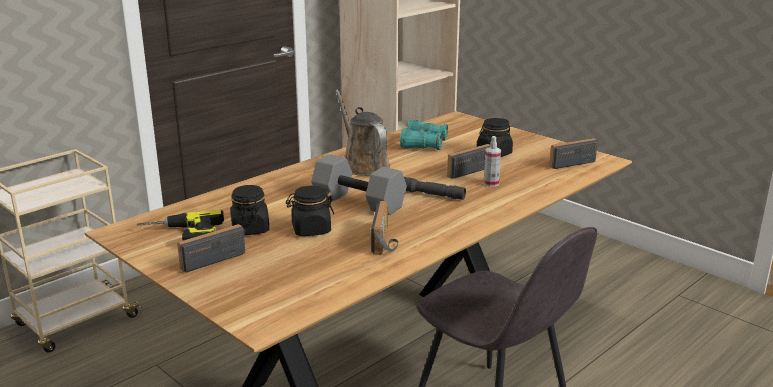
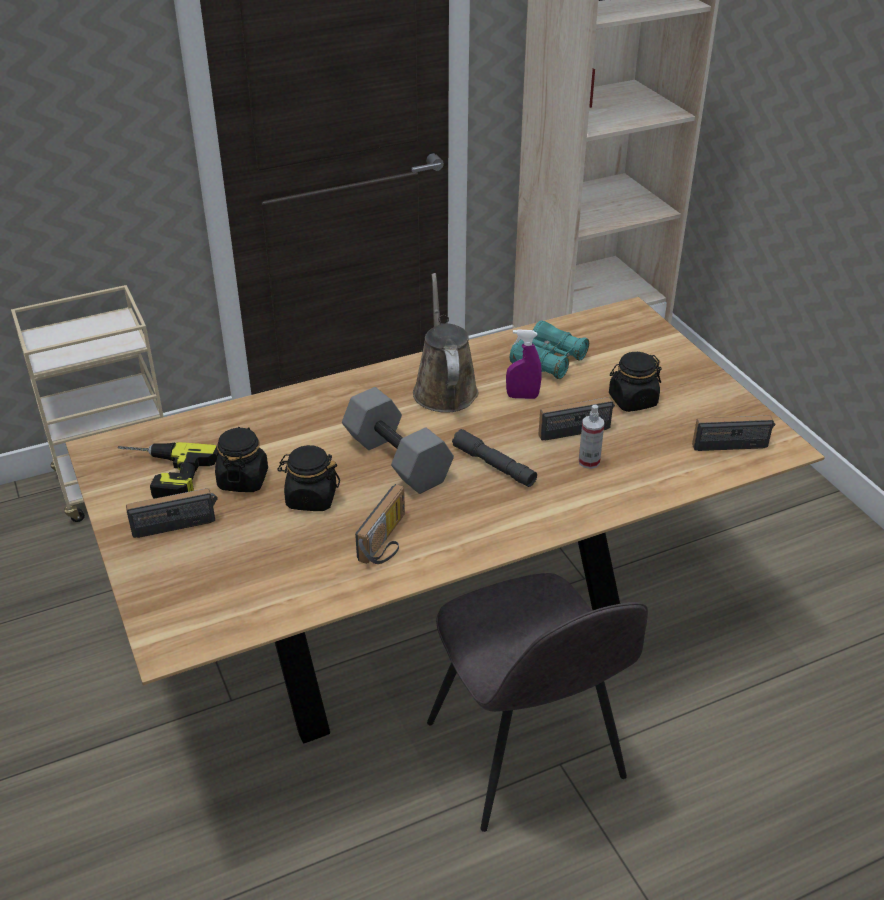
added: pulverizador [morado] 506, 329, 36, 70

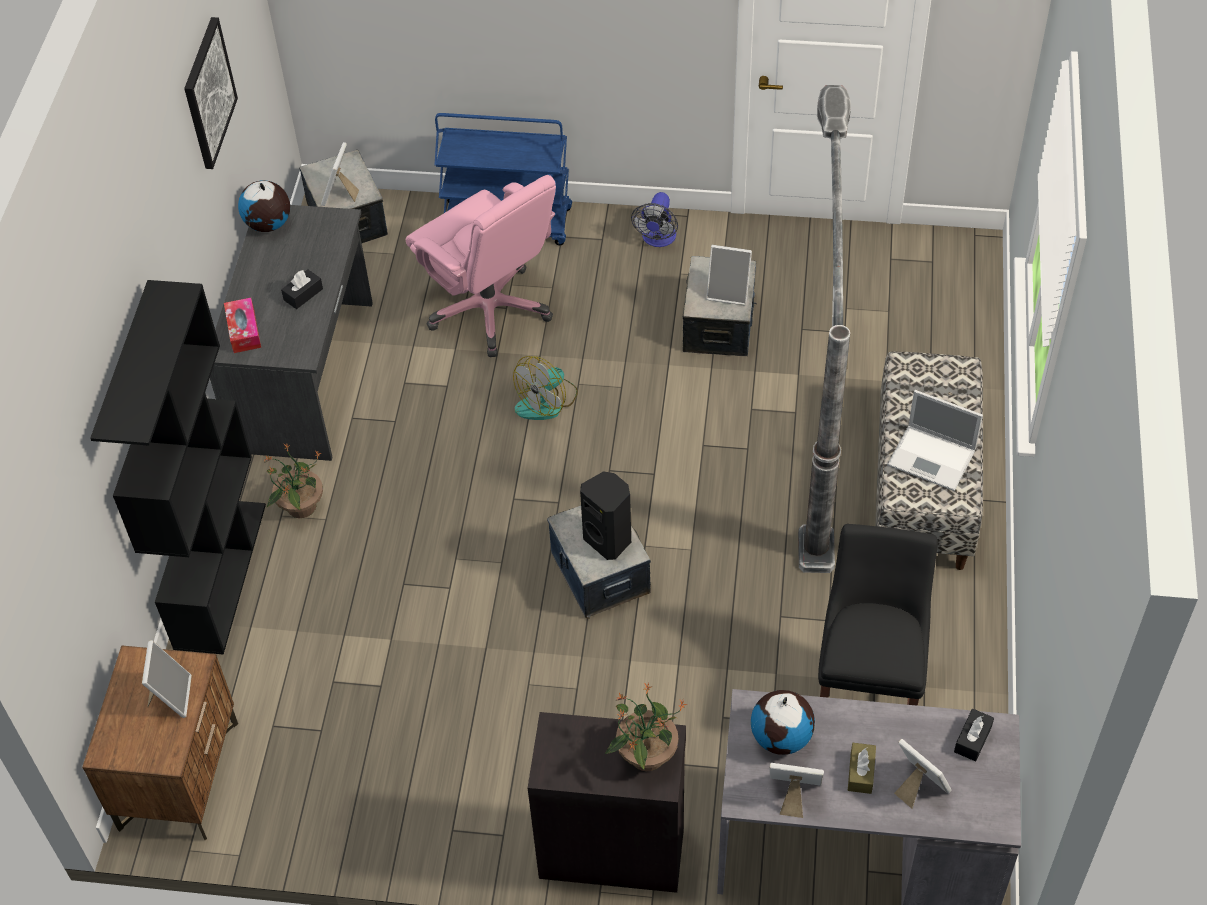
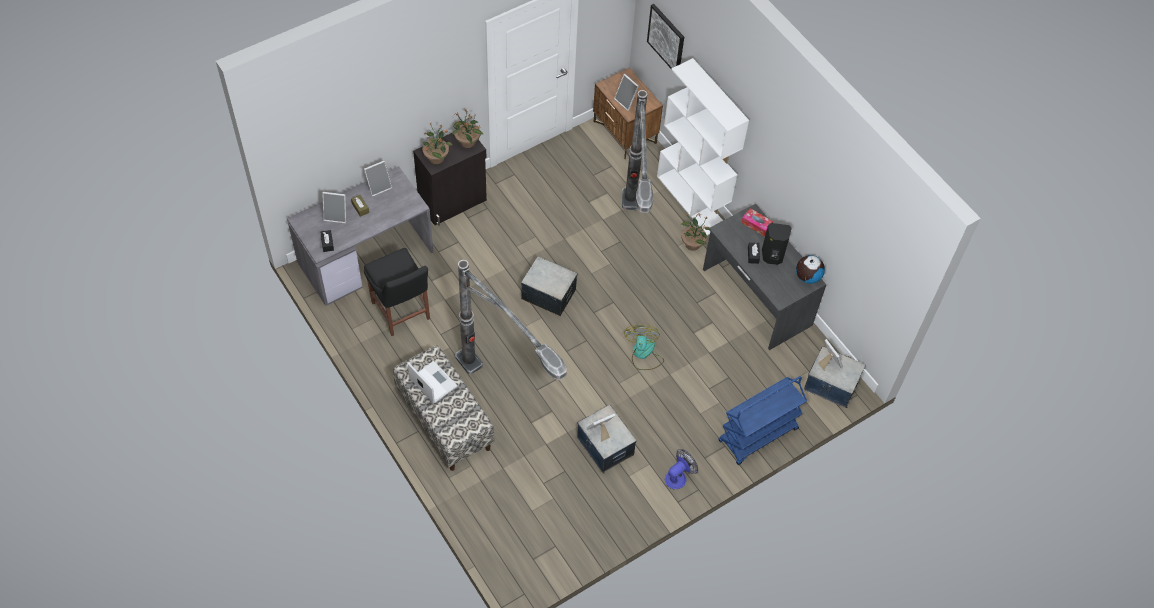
removed: silla de oficina [rosa] 406, 175, 150, 182; globo terráqueo 751, 690, 64, 65
added: planta en maceta 452, 108, 31, 40; lámpara de pie 622, 90, 31, 123
moved: cuadro 185, 17, 53, 152 to 647, 4, 37, 65; altavoz [negro] 580, 472, 51, 88 to 762, 223, 30, 42
recoloured: estantería [negro] 90, 280, 176, 375 to estantería [blanco] 657, 58, 92, 178
turned: ventilador 631, 192, 47, 55 = 665, 449, 33, 40 75 degrees clockwise; portátil 887, 390, 96, 101 = 408, 361, 50, 42 60 degrees clockwise

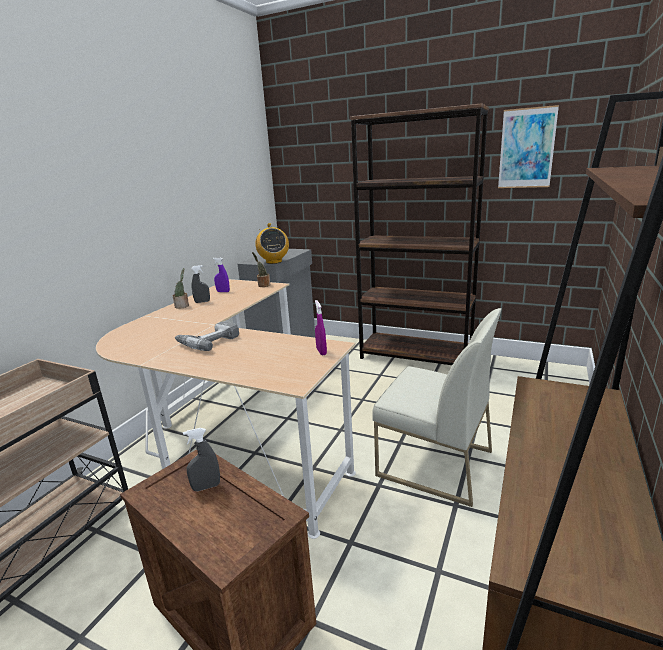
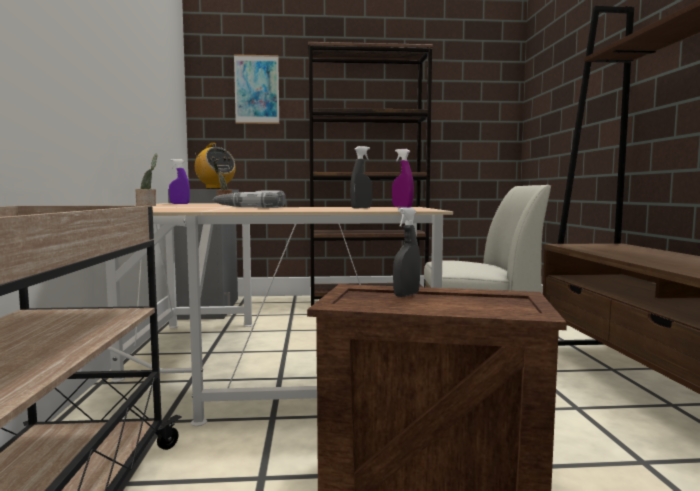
moved: pulverizador [gris] 191, 265, 19, 38 to 350, 146, 23, 62; cuadro 498, 105, 61, 83 to 234, 54, 45, 70

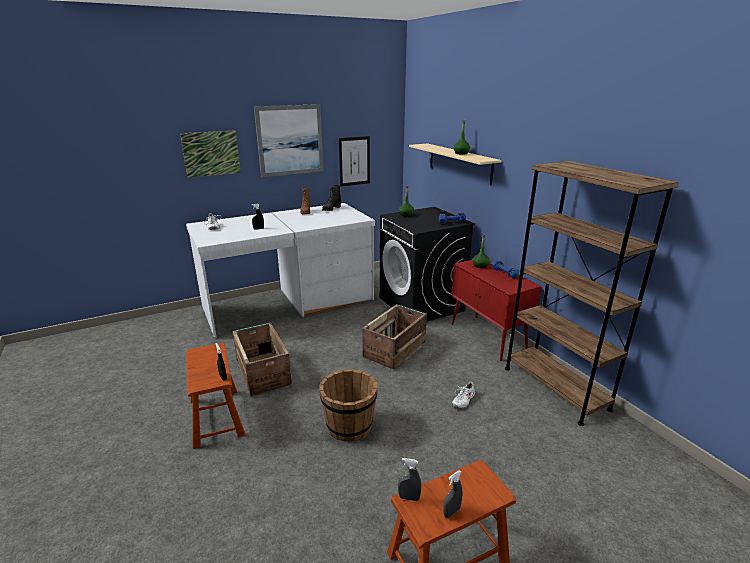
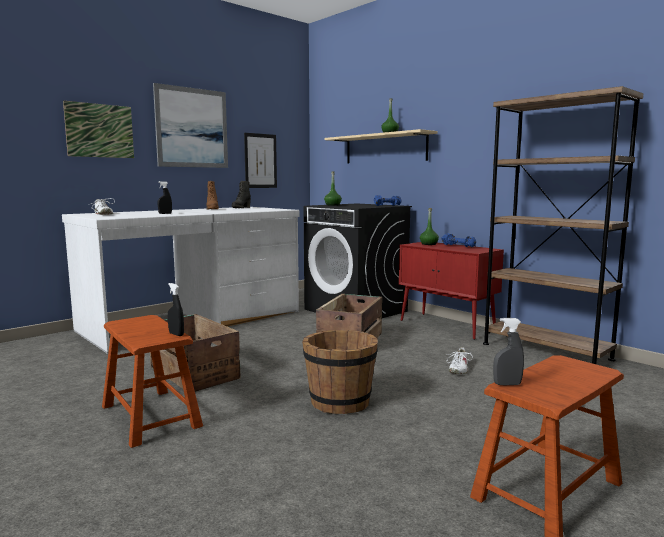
removed: pulverizador [gris] 443, 470, 20, 48

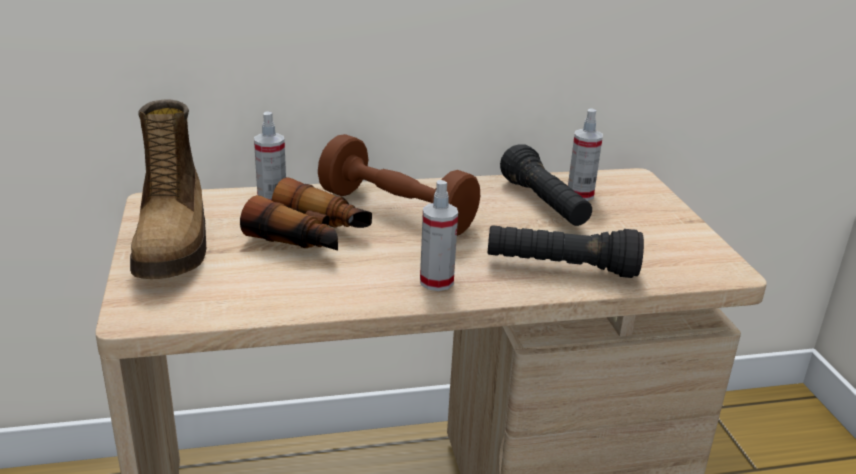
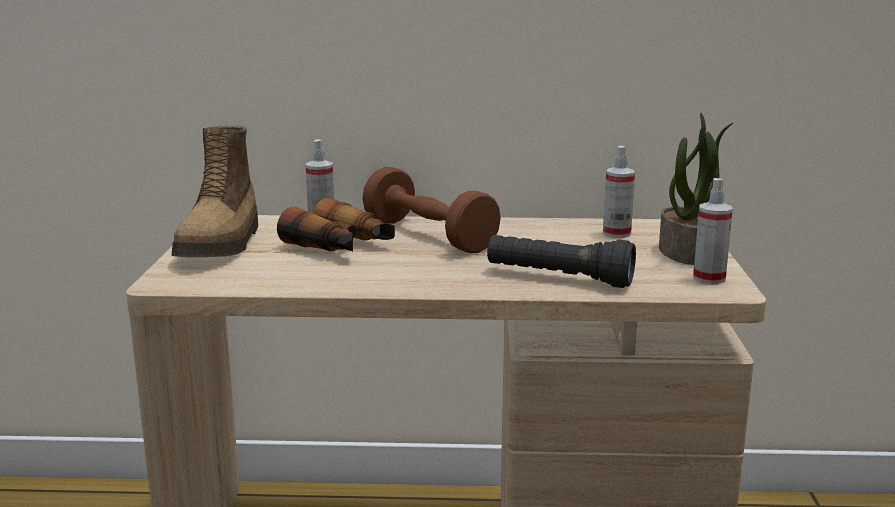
removed: linterna [negro] 500, 144, 92, 82
added: planta en maceta 659, 112, 74, 153
moved: pulverizador 420, 180, 38, 111 to 693, 178, 40, 106

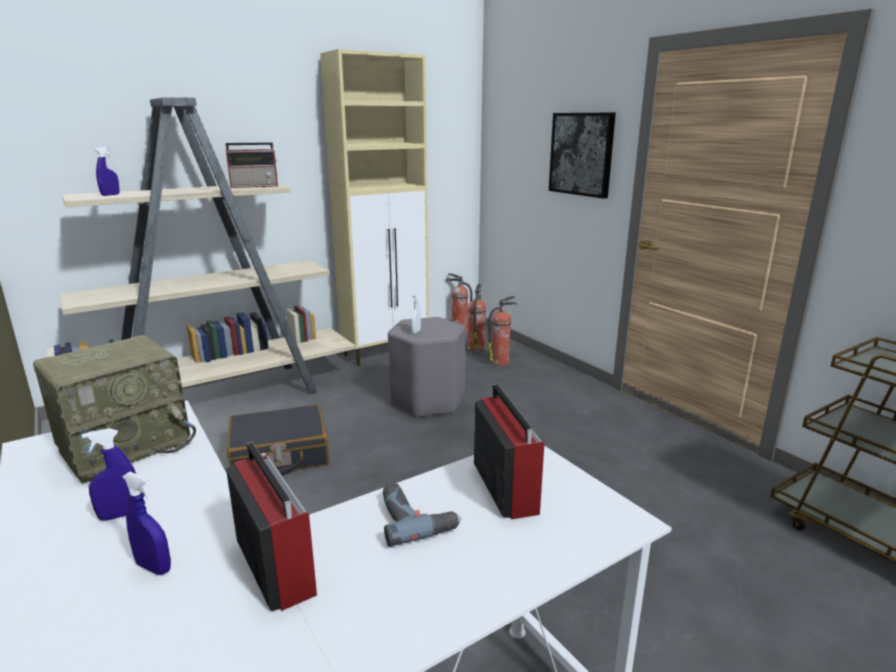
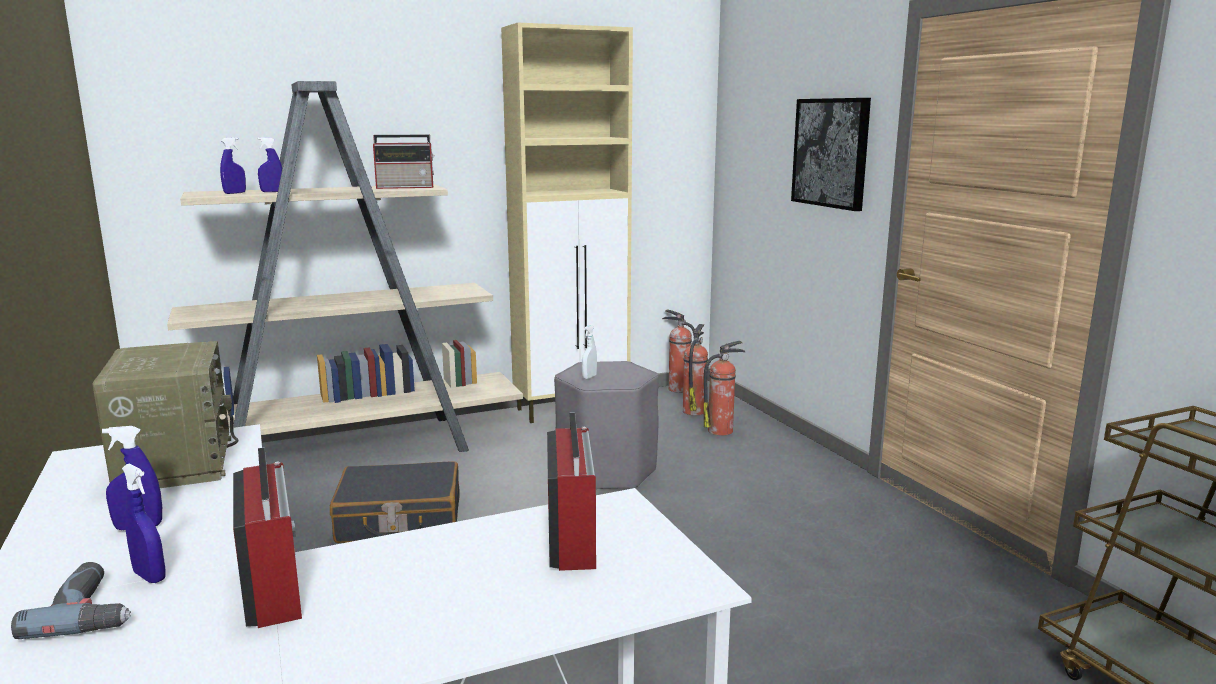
added: pulverizador [azul] 257, 137, 25, 55
moved: taladro 383, 483, 78, 64 to 11, 562, 120, 77
turned: radio 33, 335, 163, 149 = 92, 341, 147, 147 75 degrees counterclockwise

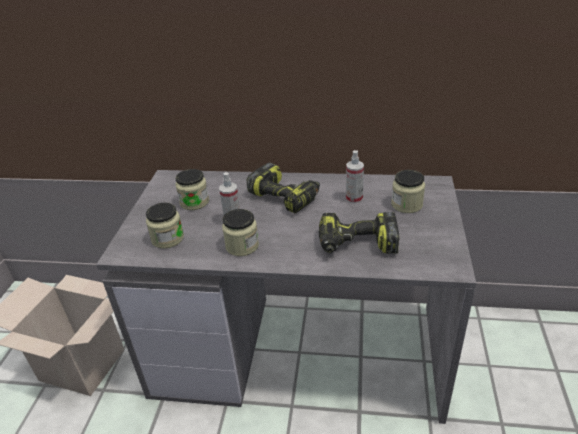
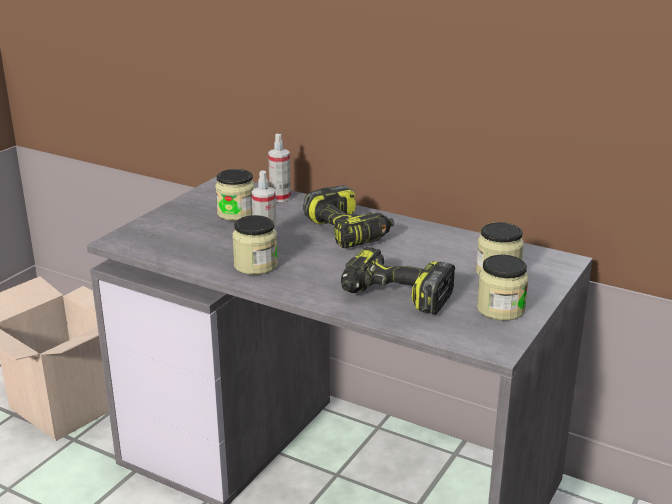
moved: tarro 146, 203, 38, 46 to 477, 255, 52, 66; pulverizador 346, 150, 18, 54 to 268, 134, 23, 68

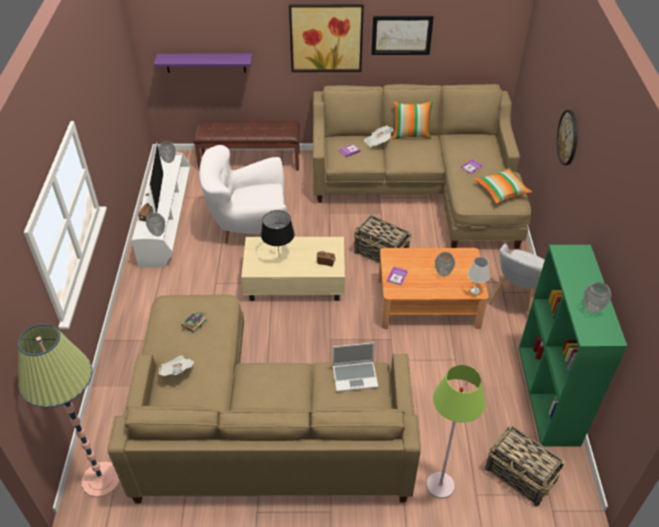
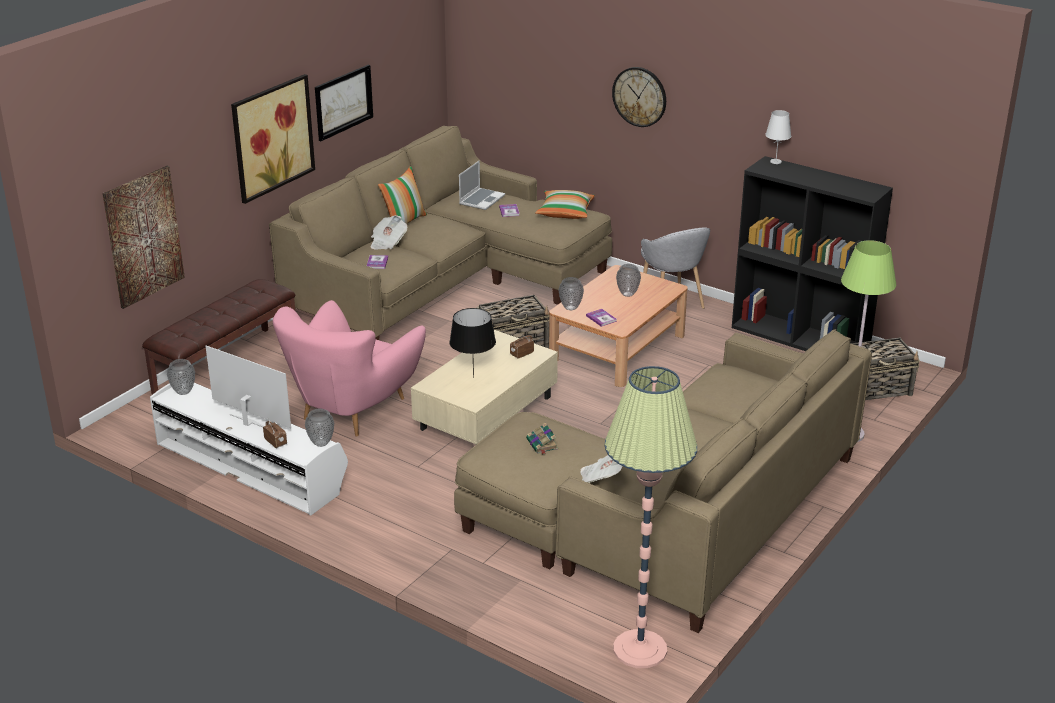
moved: portátil 333, 343, 45, 49 to 459, 161, 46, 49; lámpara de mesa [blanco] 468, 257, 21, 38 to 765, 110, 26, 54; florero 583, 282, 28, 31 to 559, 277, 25, 33
replaced: estante [morado] 154, 53, 98, 20 to cuadro 102, 166, 83, 143
recoloured: sillón [blanco] 199, 145, 89, 99 to sillón [rosa] 273, 300, 153, 137; estantería [verde] 519, 245, 108, 202 to estantería [negro] 732, 156, 161, 195

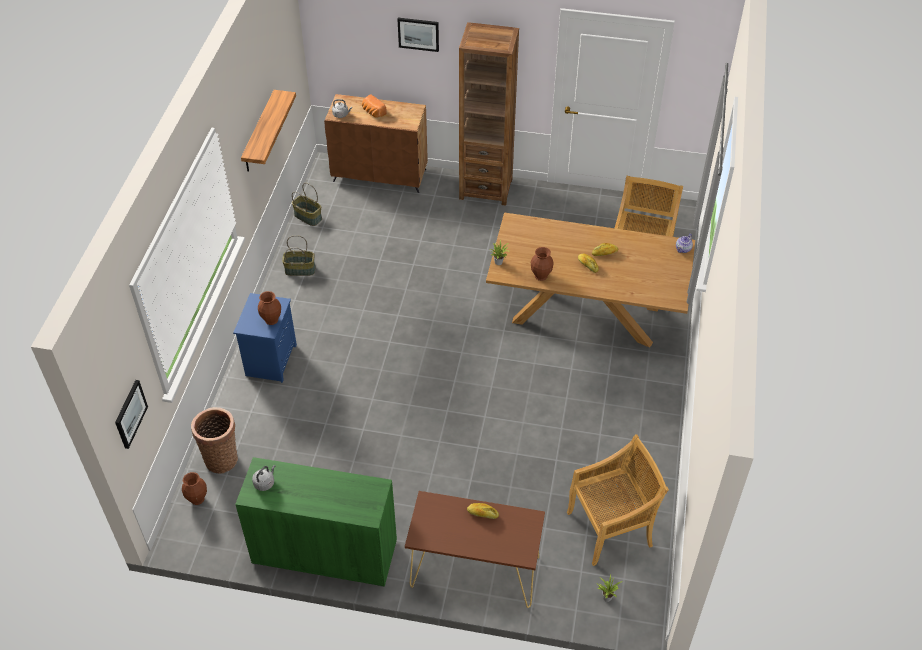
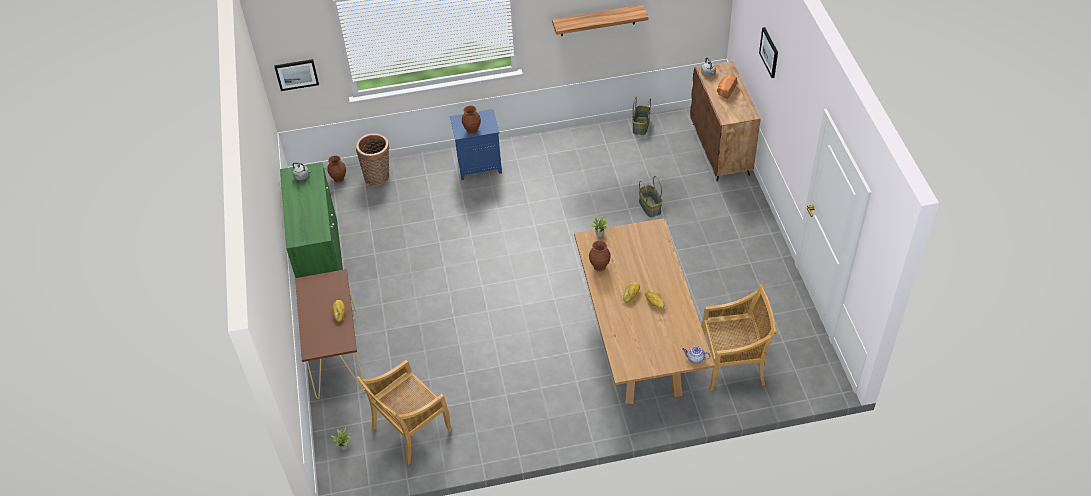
removed: estantería [marrón] 459, 22, 60, 184
moved: cesta 282, 235, 33, 41 to 639, 176, 23, 42
turned: silla [beis] 567, 434, 102, 132 = 356, 360, 96, 105 90 degrees clockwise

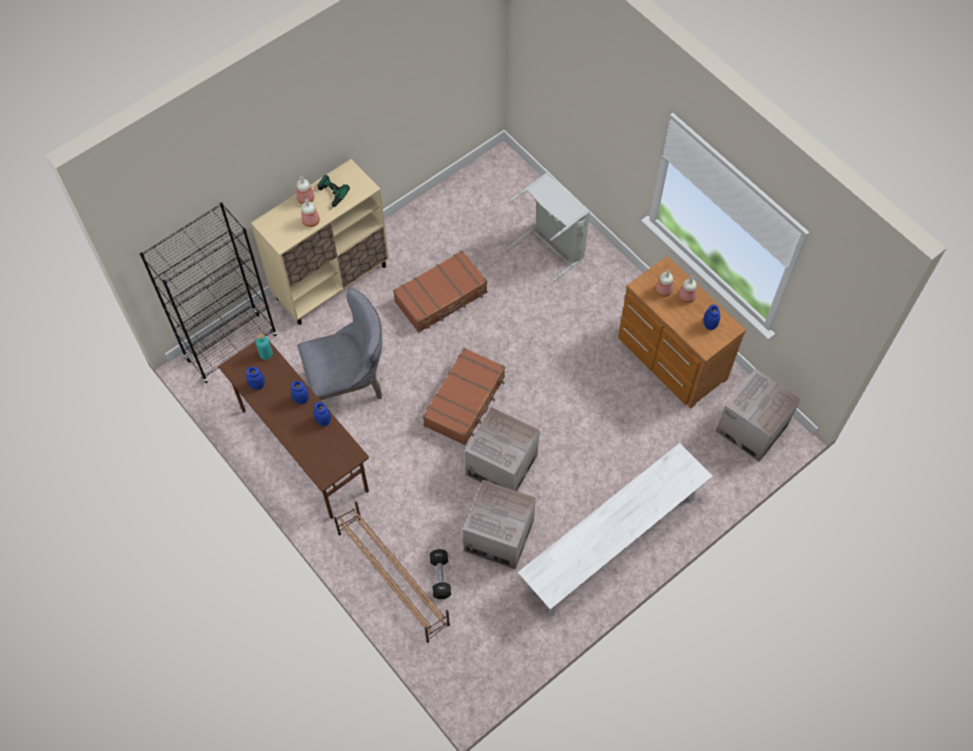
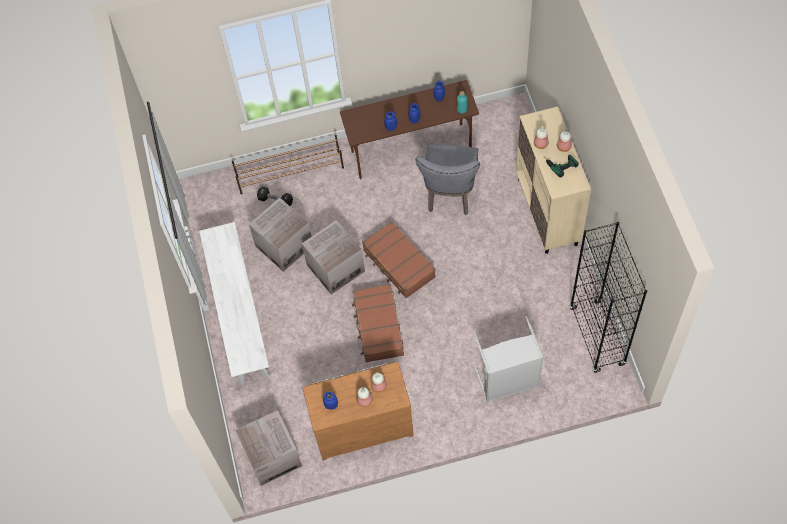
moved: estantería [negro] 140, 202, 137, 181 to 569, 222, 78, 151; maleta [marrón] 393, 250, 94, 83 to 352, 284, 52, 78

